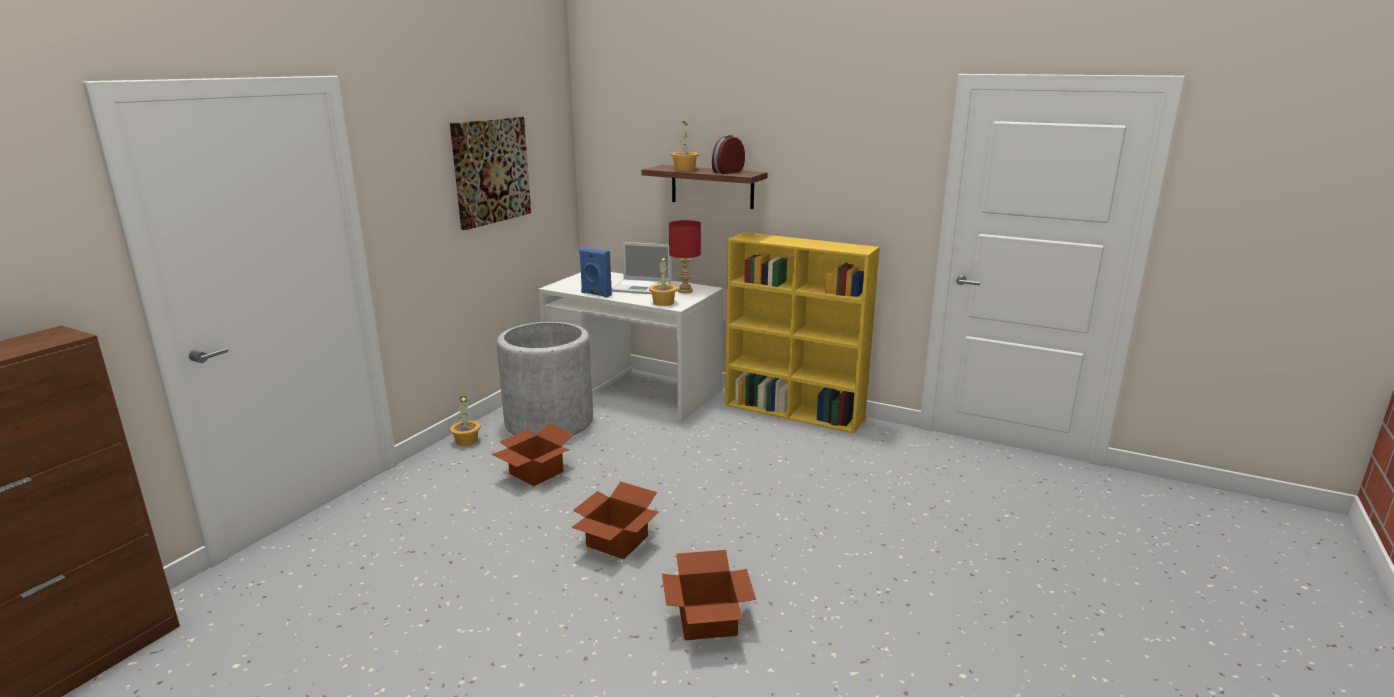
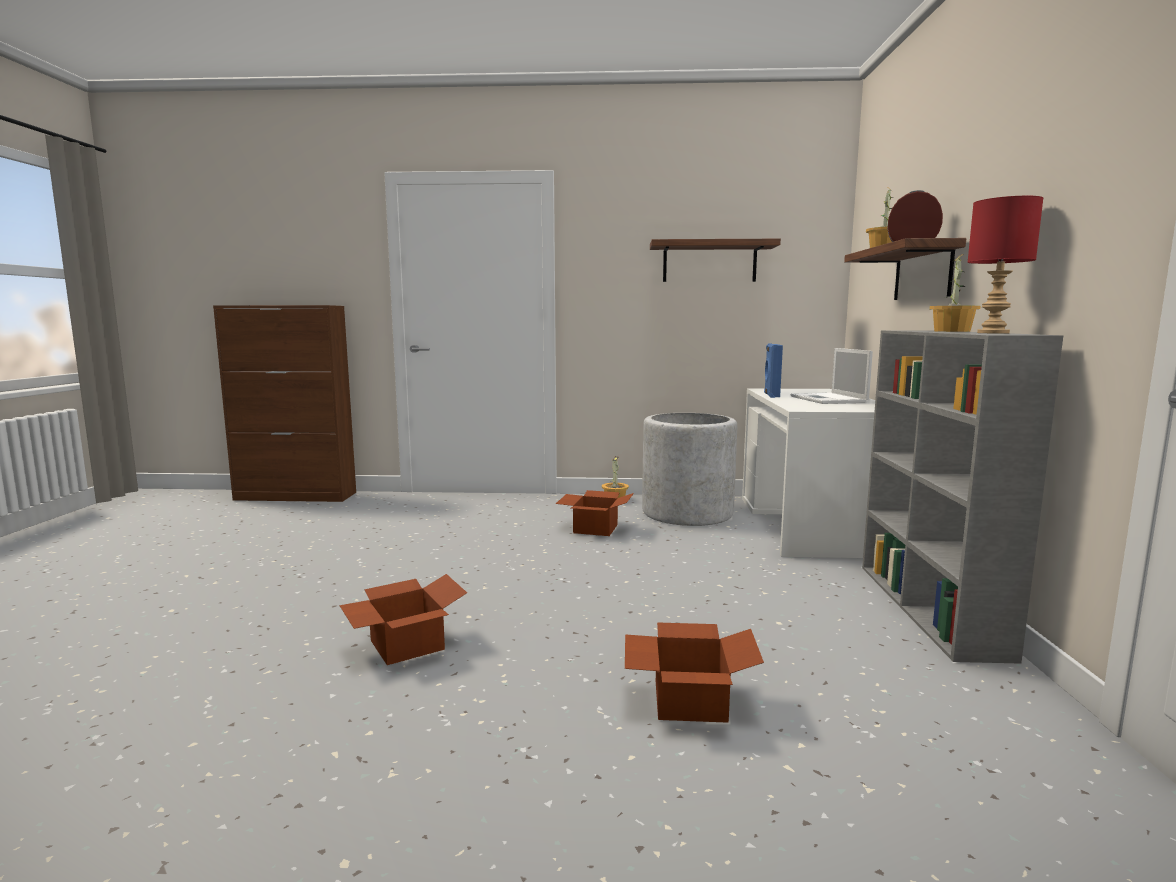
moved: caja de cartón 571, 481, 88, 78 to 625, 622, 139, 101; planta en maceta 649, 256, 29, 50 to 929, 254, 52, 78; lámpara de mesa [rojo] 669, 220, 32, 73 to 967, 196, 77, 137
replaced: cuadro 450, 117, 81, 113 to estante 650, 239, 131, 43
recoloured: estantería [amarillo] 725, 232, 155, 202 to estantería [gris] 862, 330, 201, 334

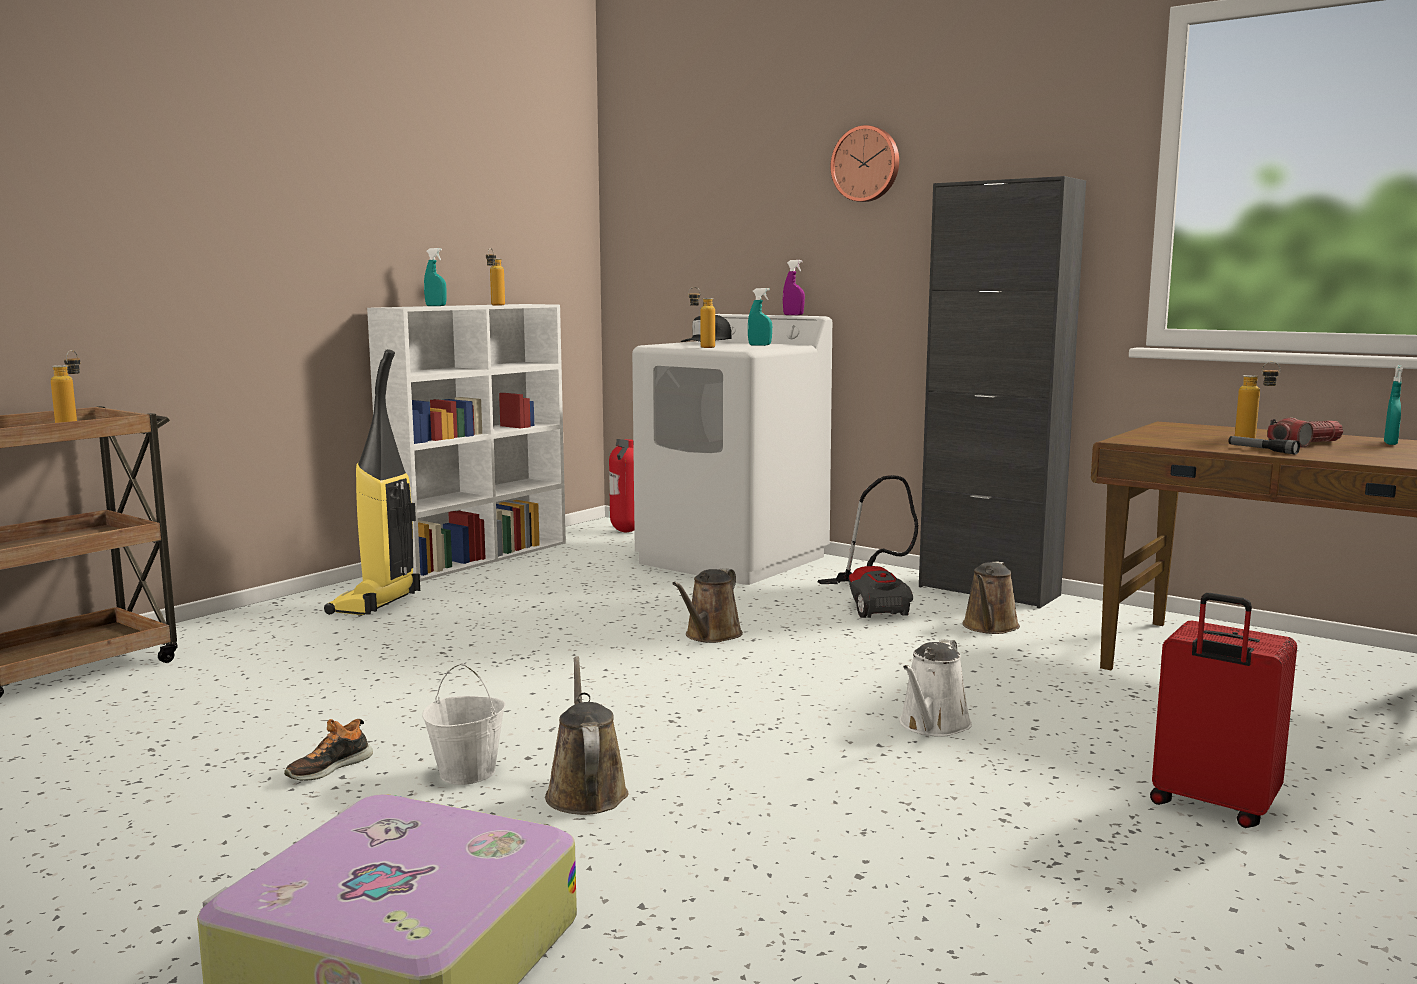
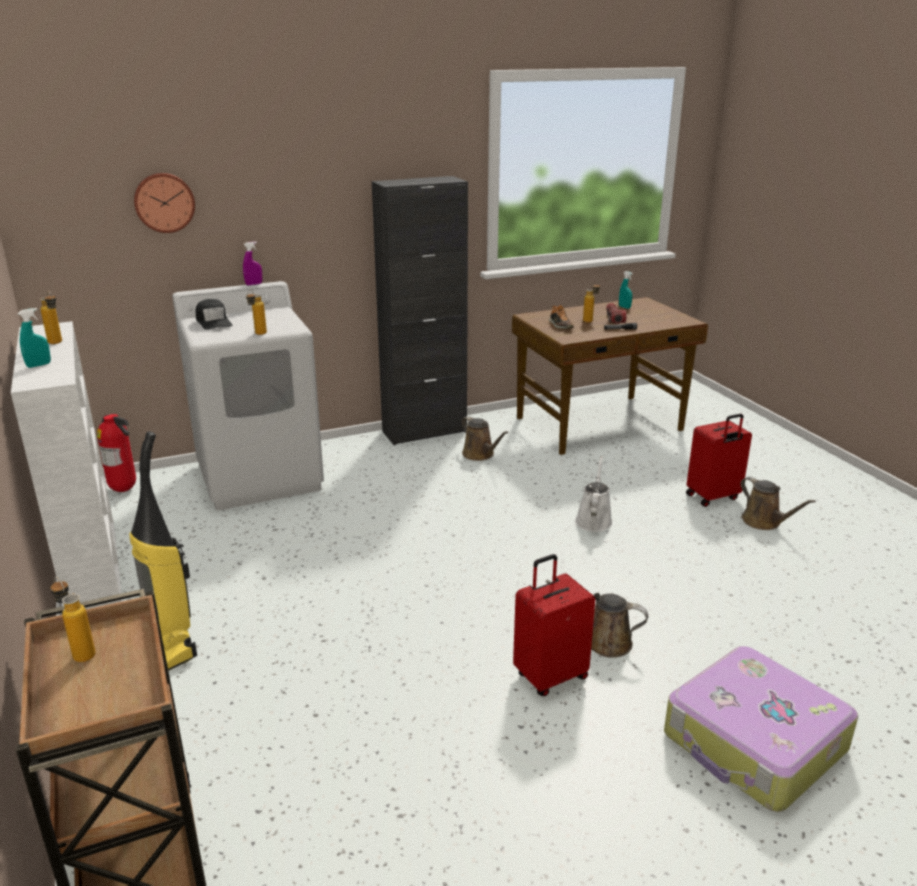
removed: pulverizador [turquesa] 748, 288, 24, 58; aspiradora 818, 475, 100, 143
moved: zapato 284, 719, 89, 62 to 549, 305, 25, 24; regadera [marrón] 672, 568, 71, 75 to 741, 476, 75, 54; reloj de pared 830, 125, 69, 77 to 134, 173, 61, 60
replaced: cubo [blanco] 422, 663, 84, 122 to maleta [rojo] 513, 554, 82, 142
turned: regadera [blanco] 899, 639, 73, 98 = 575, 456, 38, 76 135 degrees counterclockwise

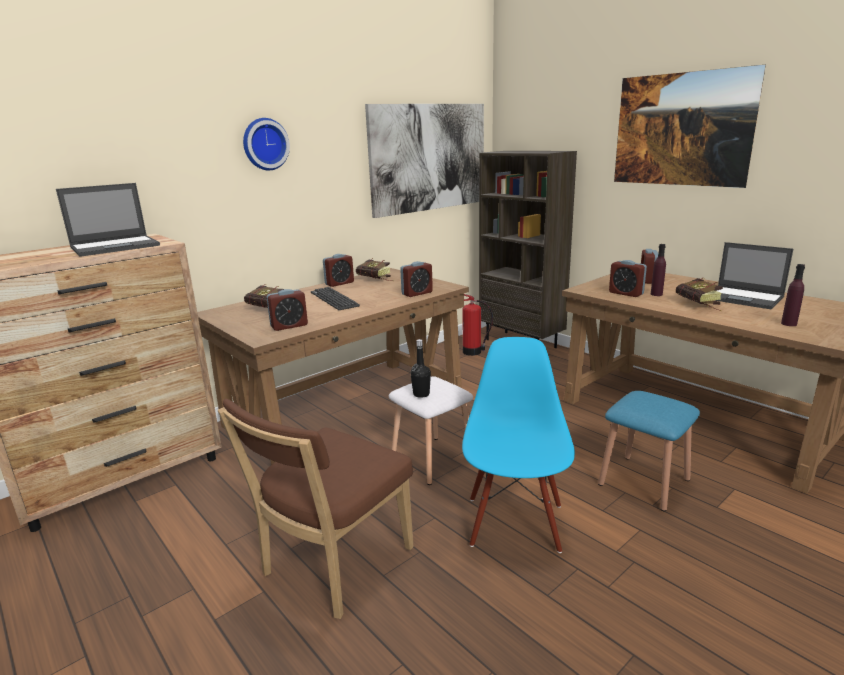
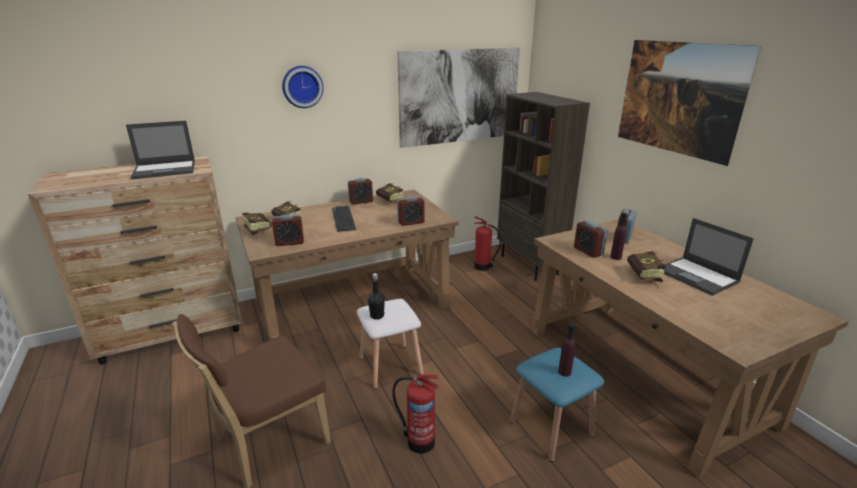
added: libro 242, 213, 30, 22
moved: botella [morado] 781, 264, 24, 62 to 558, 323, 18, 54
replaced: silla [azul] 462, 337, 113, 216 to extintor 392, 374, 47, 80

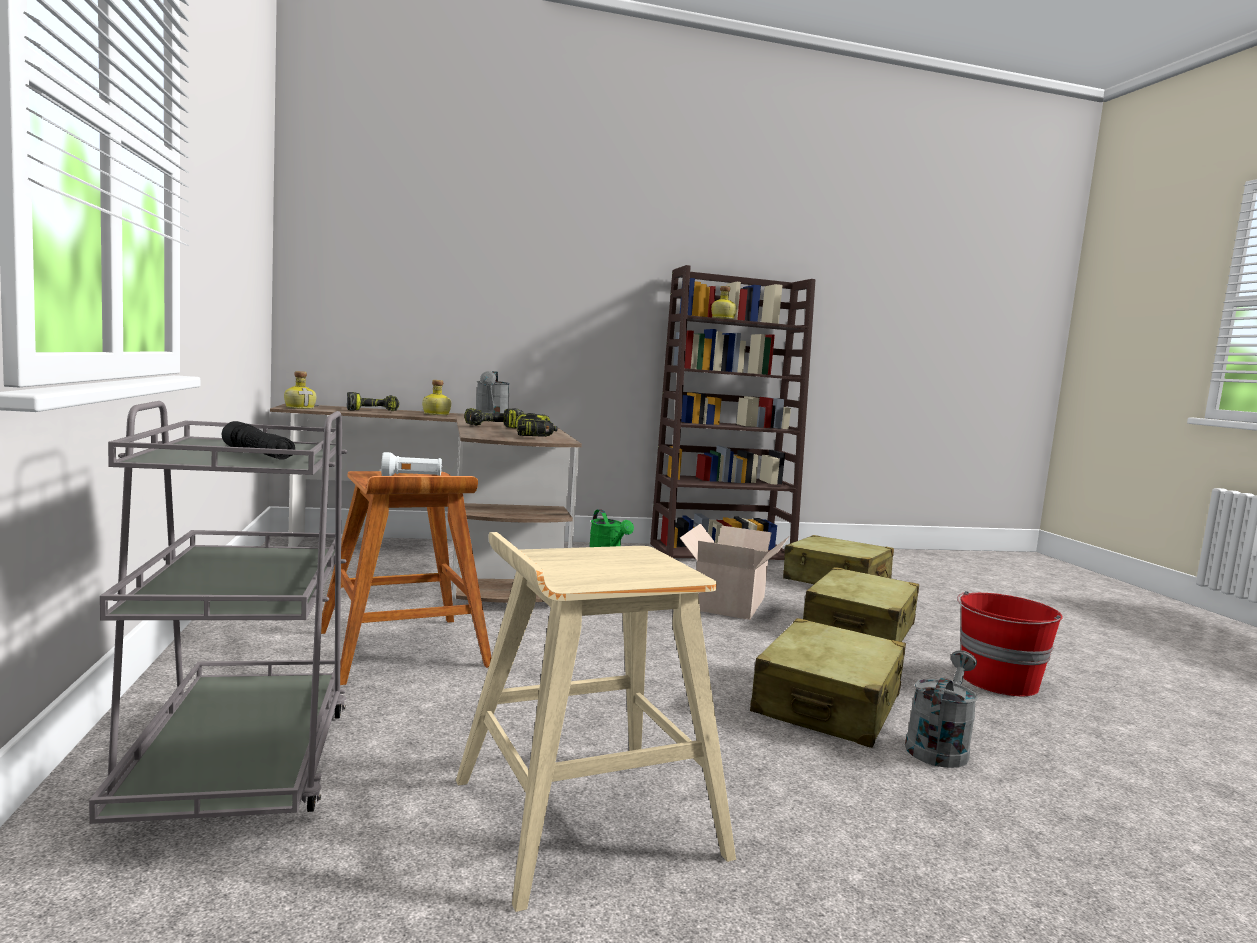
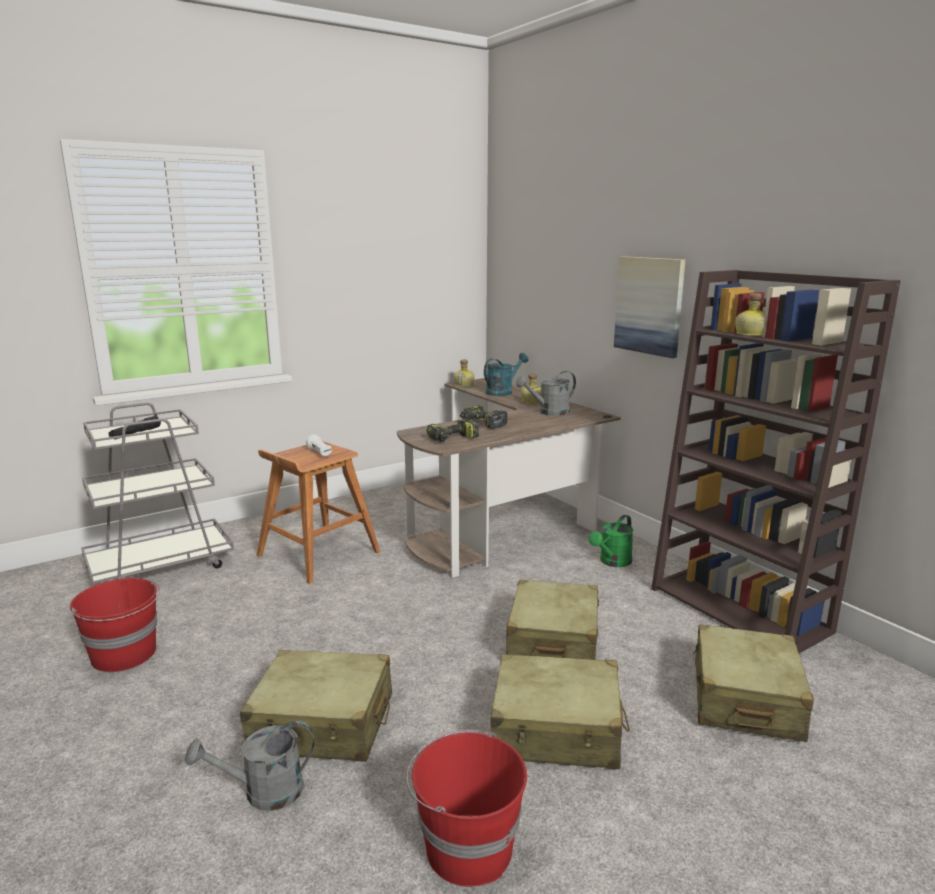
added: cuadro 614, 256, 72, 102
replaced: taladro 347, 392, 52, 19 to regadera [turquesa] 484, 353, 44, 43; taburete [beis] 456, 532, 280, 380 to cubo [rojo] 70, 578, 90, 94; caja de cartón 680, 523, 110, 97 to maleta [beis] 506, 580, 93, 80
turned: regadera [gris] 905, 650, 73, 118 = 185, 721, 129, 90 150 degrees clockwise

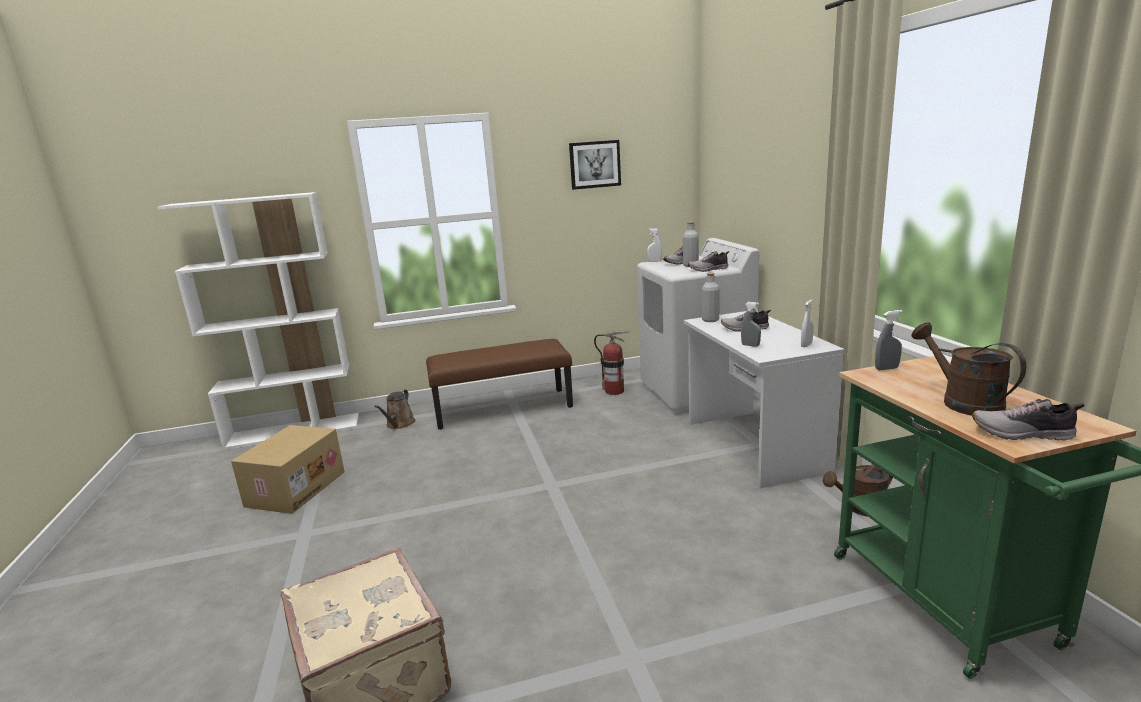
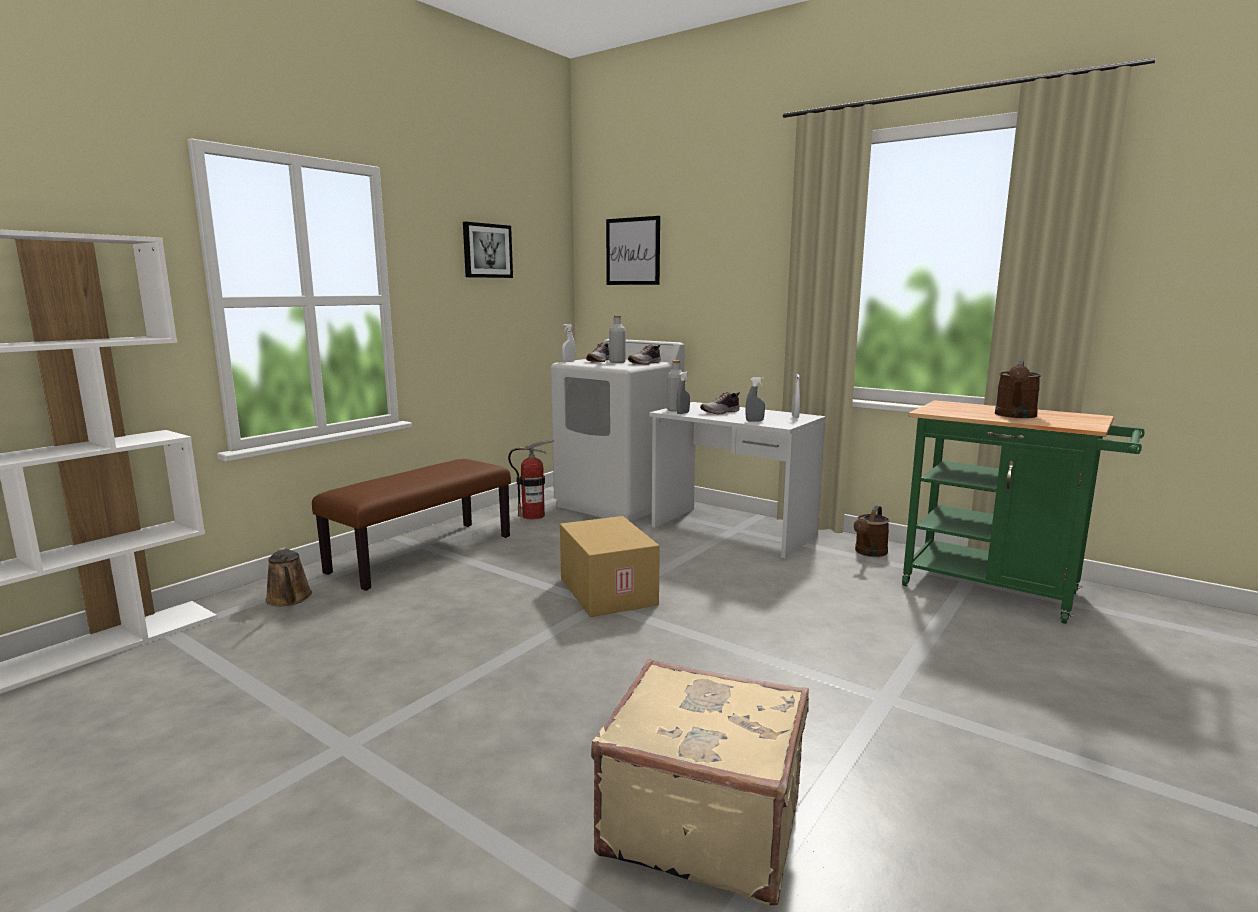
removed: zapato 972, 399, 112, 41
added: cuadro 606, 216, 54, 69
moved: caja de cartón 231, 425, 114, 89 to 560, 516, 100, 101; pulverizador [gris] 875, 310, 27, 60 to 677, 371, 13, 43
turned: regadera [marrón] 911, 322, 115, 94 = 995, 360, 46, 58 90 degrees counterclockwise

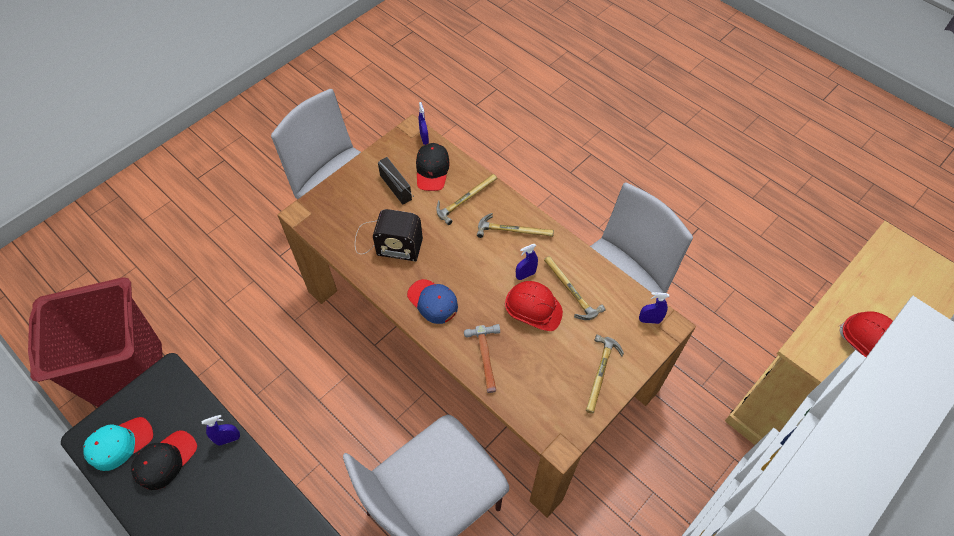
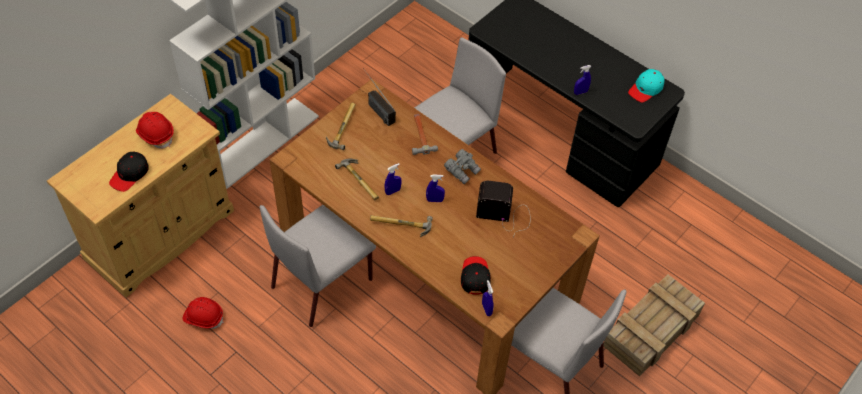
removed: cesto de la ropa [rojo] 28, 277, 135, 130; martillo 436, 174, 61, 51
added: caja de embalaje 603, 274, 102, 103
moved: gorra [negro] 131, 430, 66, 60 to 109, 152, 40, 40; radio 378, 157, 36, 48 to 363, 68, 33, 58; casco [rojo] 505, 281, 58, 50 to 183, 297, 41, 32; pulverizador [azul] 639, 292, 30, 32 to 426, 175, 19, 27
replaced: gorra [azul] 407, 279, 51, 45 to prismáticos [gris] 444, 149, 37, 35

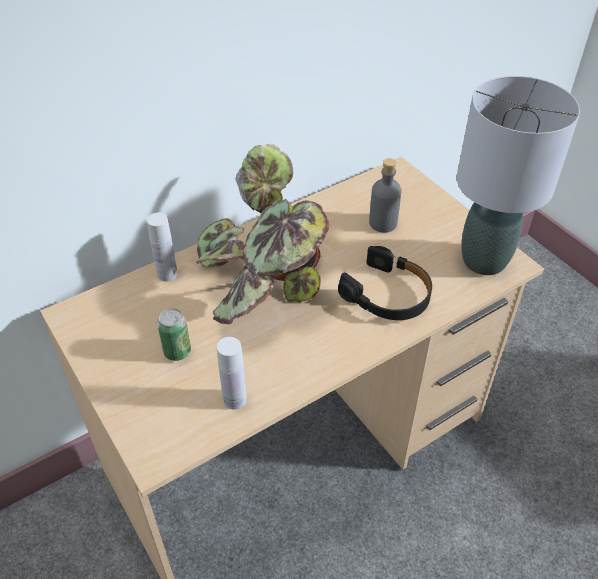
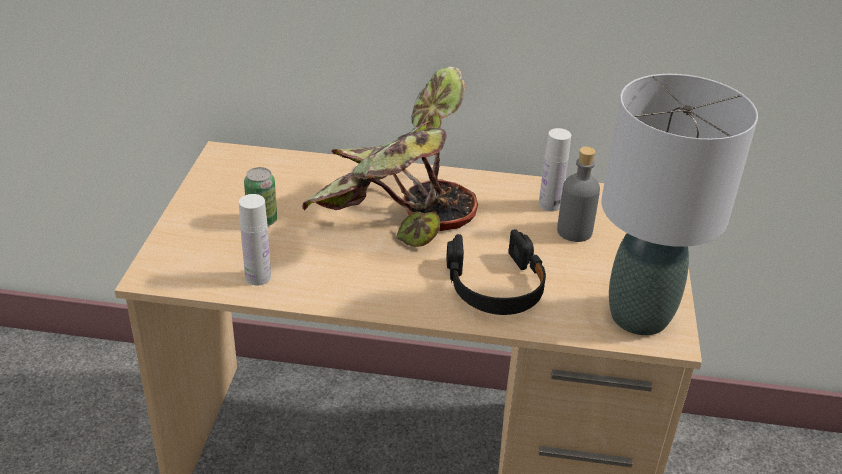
moved: botella [blanco] 147, 212, 31, 70 to 538, 128, 33, 83

